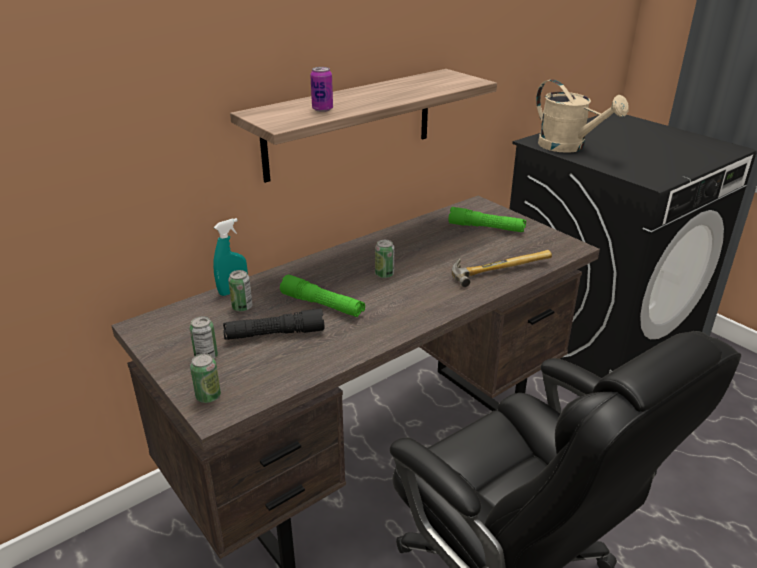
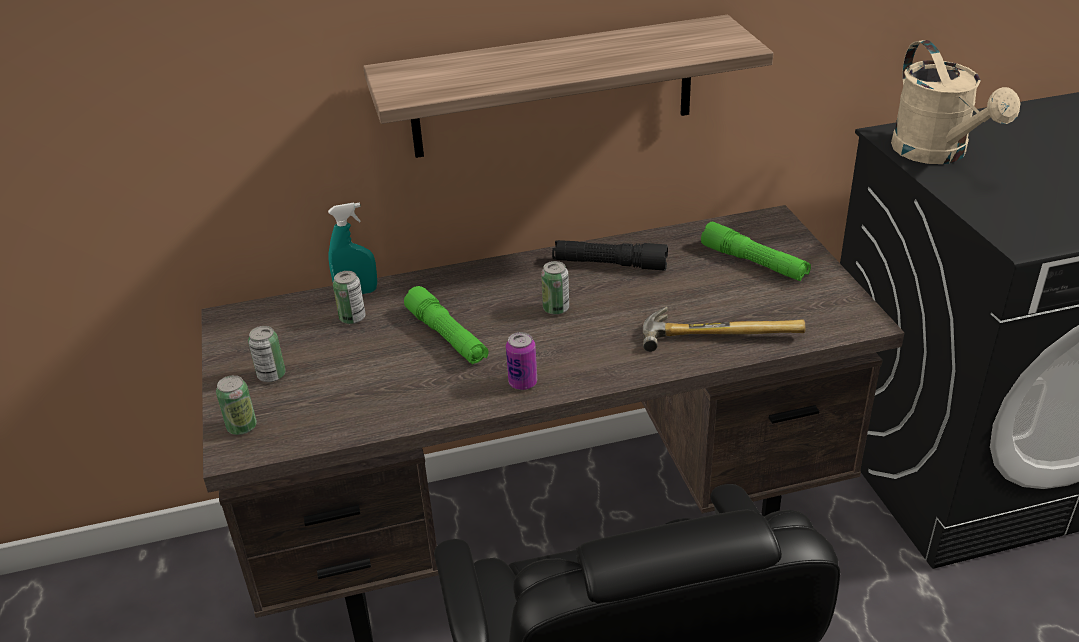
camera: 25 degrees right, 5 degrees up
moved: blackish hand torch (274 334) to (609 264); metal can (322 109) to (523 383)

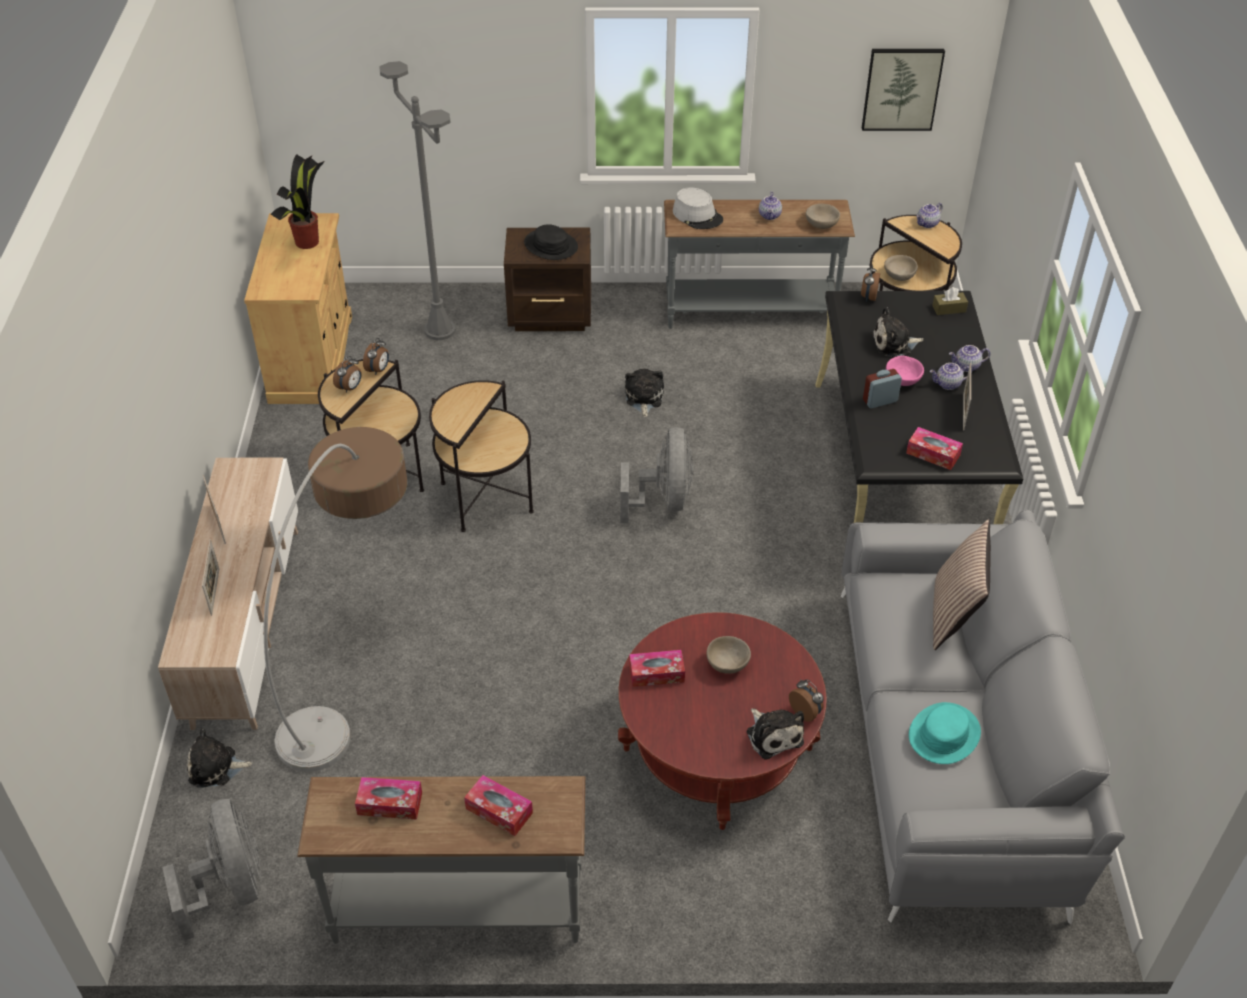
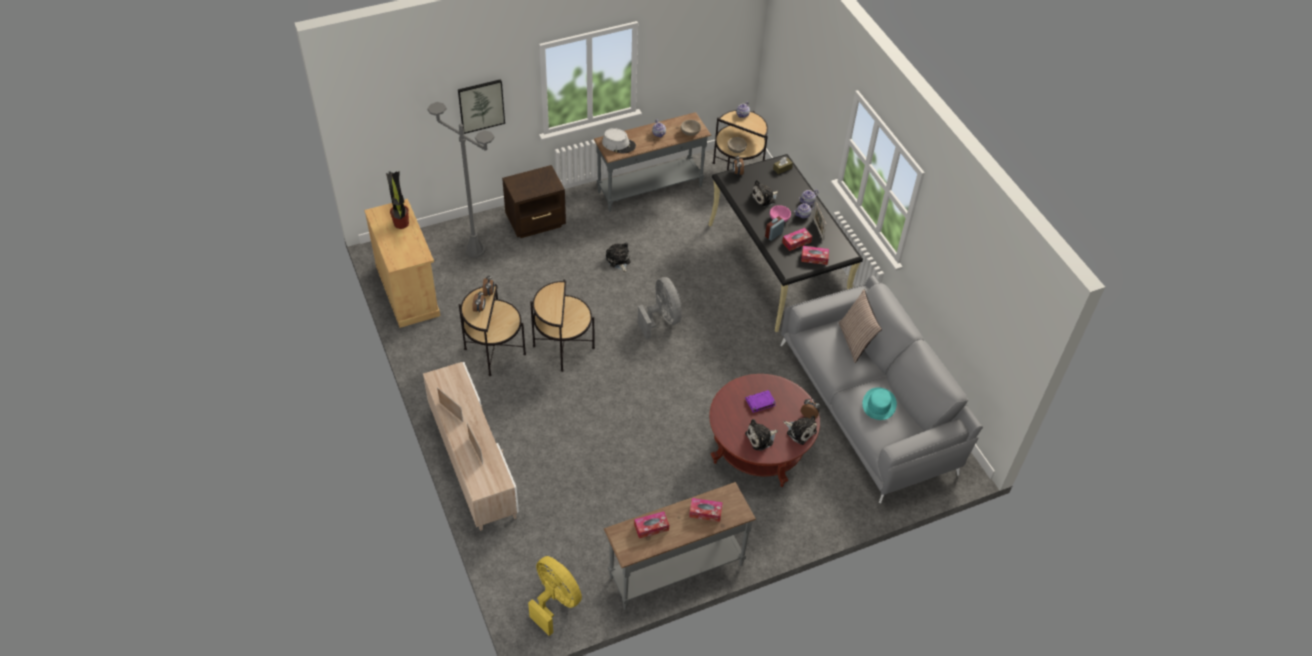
camera: 25 degrees left, 5 degrees up
removed: standard lamp (355 663); blackish wearable hat (550 246)
moved: cuddly toy (216 768) to (761 438); box of tissues (656 673) to (796 242); wall art (901 88) to (481 105)
replaced: beige bowl (727 664) to purple-coloured volume (760 402)
recoloured: grey cooling fan (231 887) to yellowish cooling fan (555 602)

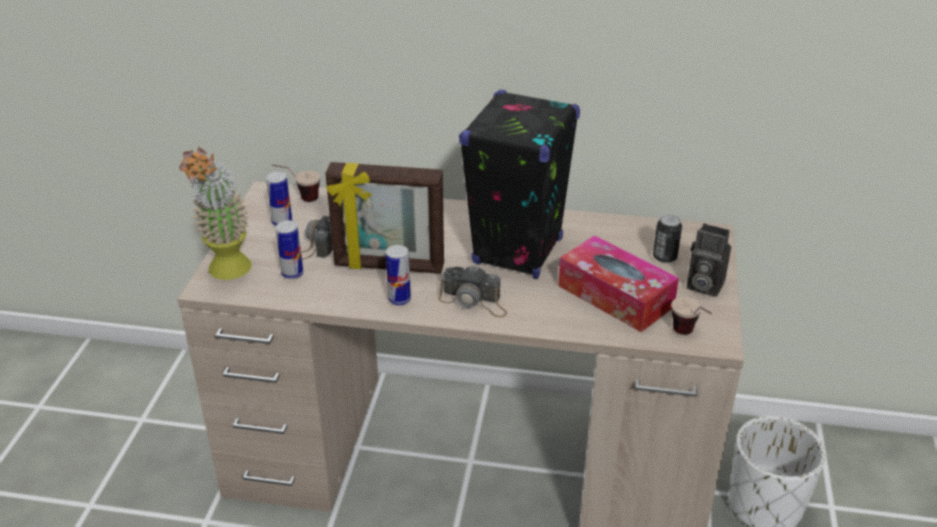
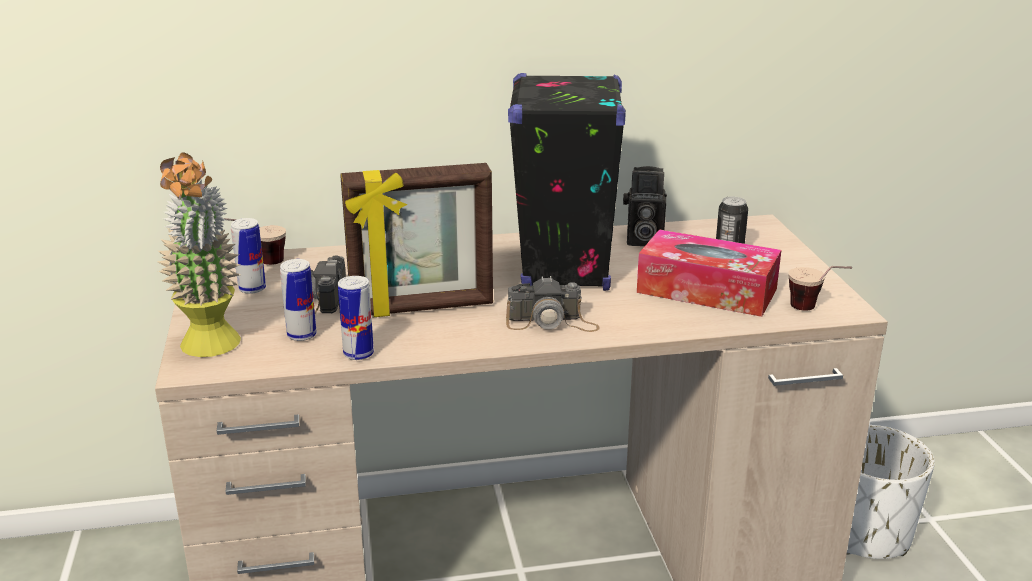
camera: 20 degrees left, 10 degrees down
moved: metal can (399 299) to (358 354); still camera (702 285) to (642 240)

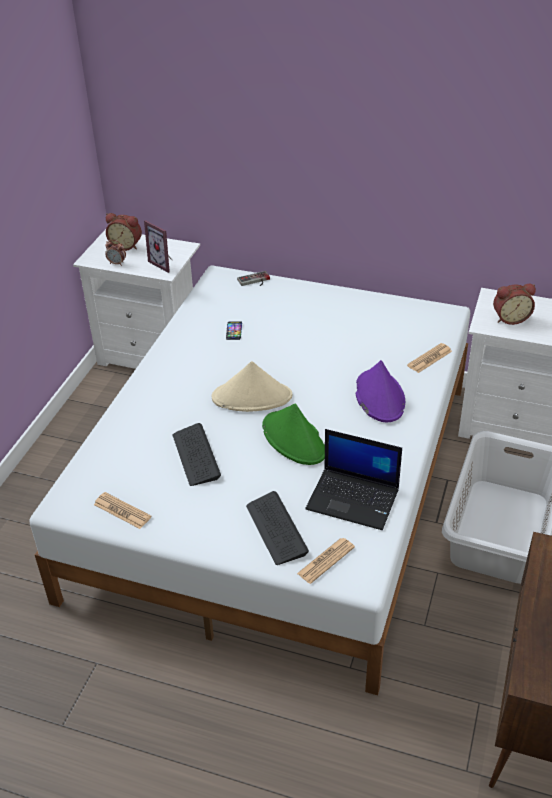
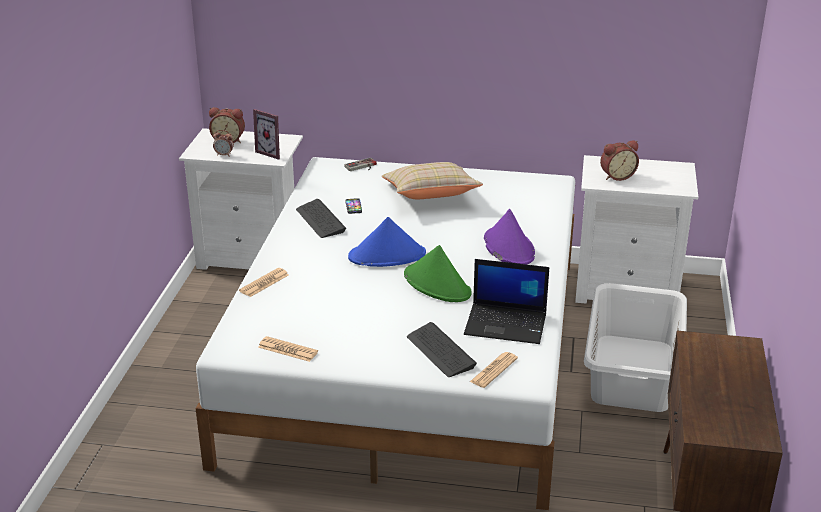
camera: 10 degrees left, 10 degrees down
added: beige throw pillow (431 196)
moved: keyboard (196 456) to (320 220); daily paper (429 358) to (264 283)
recoloured: beige wearable hat (252 397) to blue-coloured wearable hat (387 256)

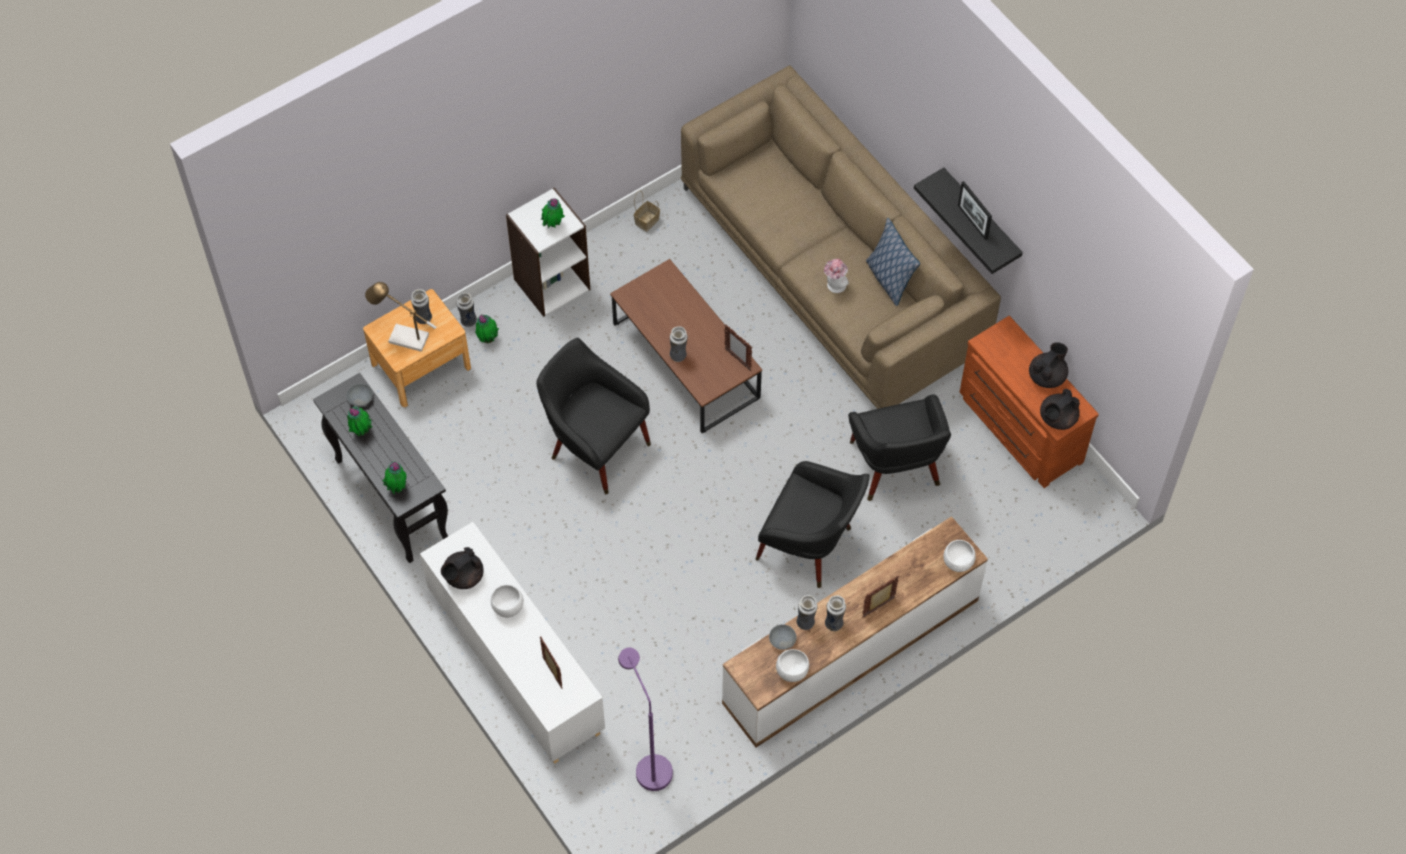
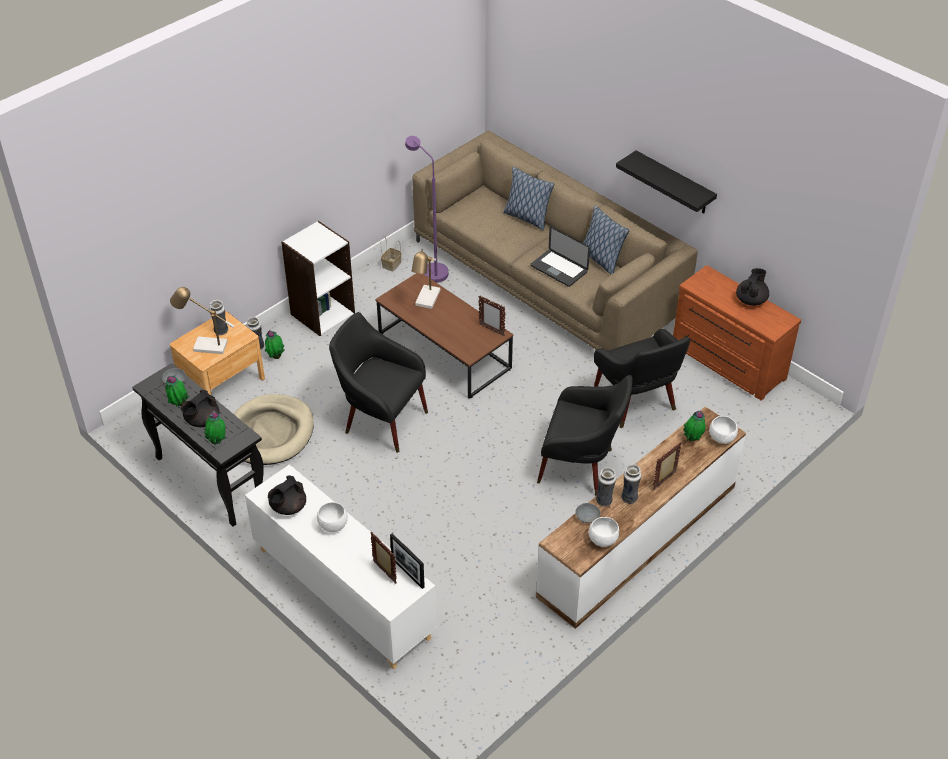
camera: 10 degrees left, 15 degrees down
removed: flower vase (678 355)
added: beige dog bed (270 433); tabletop lamp (427 301); throw pillow (526 217)
moved: houseplant (553 225) to (692 440); purple-coloured standard lamp (648 765) to (430 270); standing frame (972 222) to (408 573); blackish teapot (1057 418) to (202 421)
replaced: wearable hat (834 286) to notebook computer (559 269)

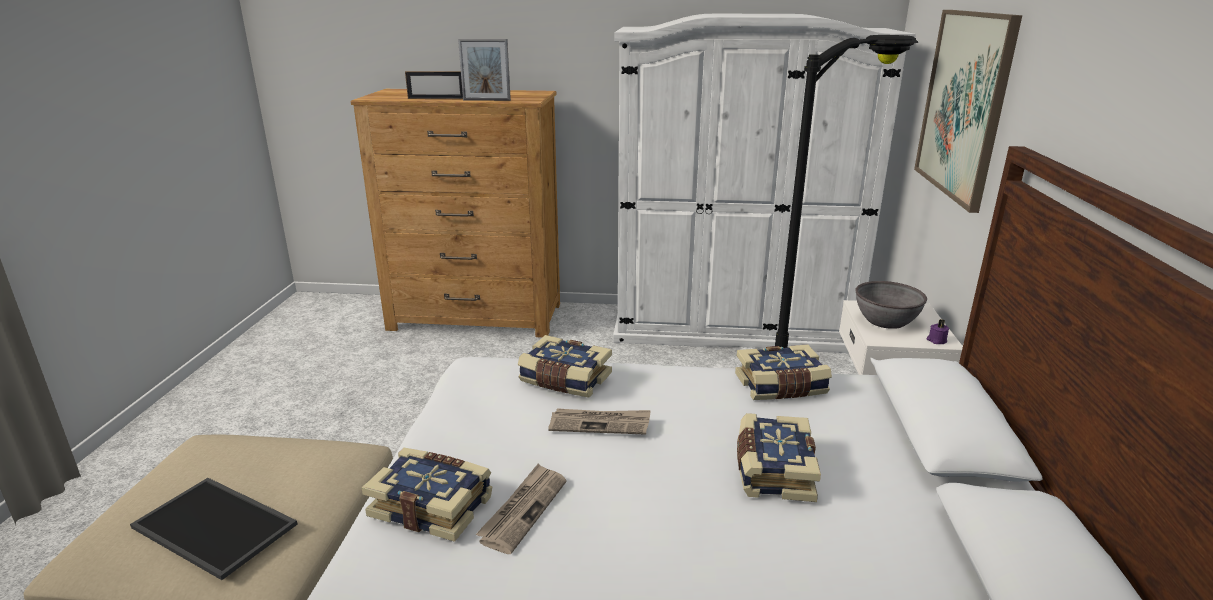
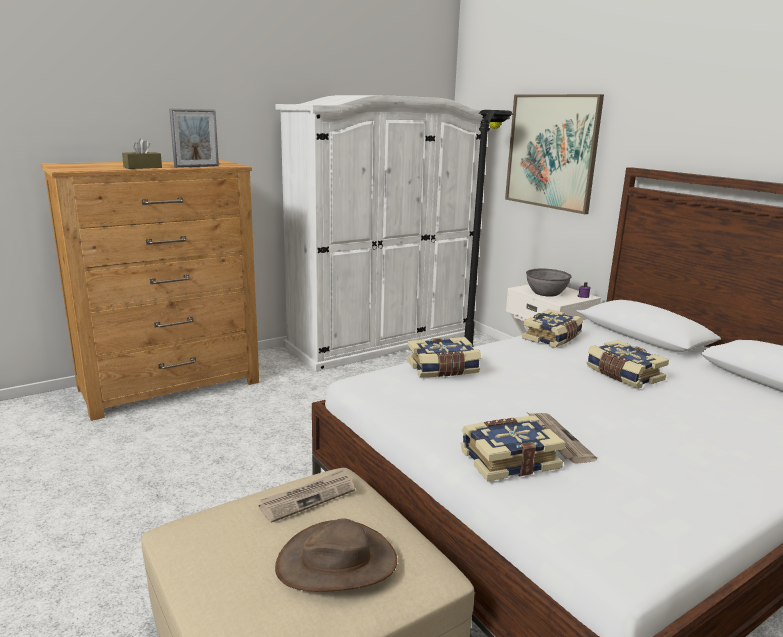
camera: 40 degrees left, 5 degrees down
moved: daily paper (600 423) to (308 498)
replaced: carrying tray (218 525) to brown wearable hat (337 562); standing frame (436 99) to brown box of tissues (142 167)

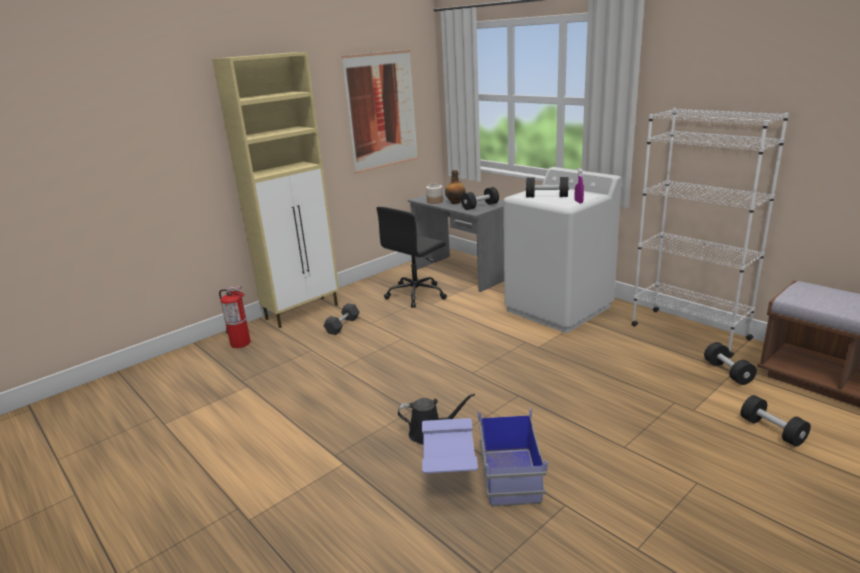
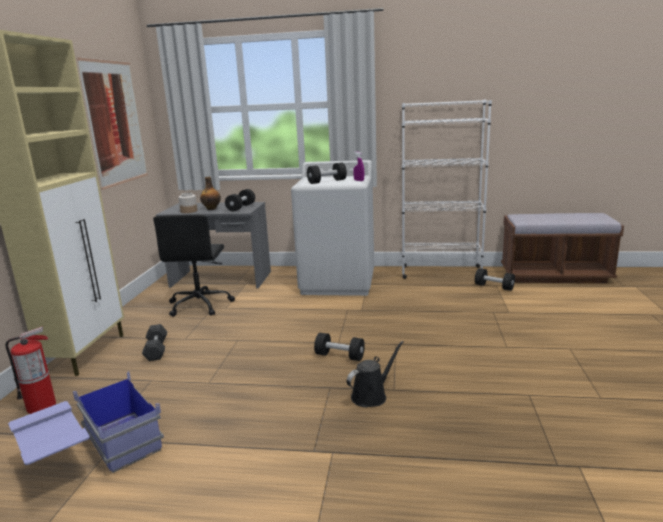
camera: 40 degrees left, 5 degrees down
moved: blue-coloured storage container (481 479) to (93 456); blackish free weight (772 431) to (339 356)

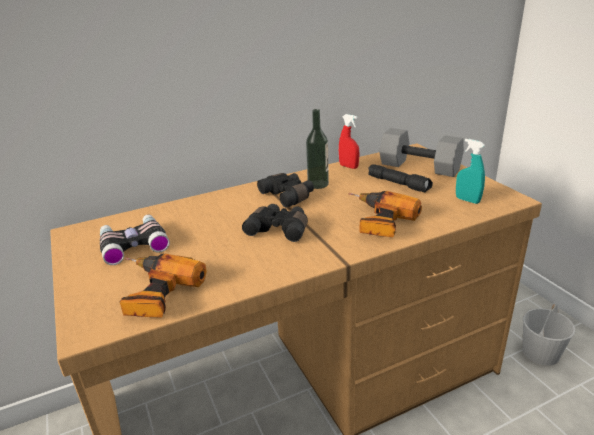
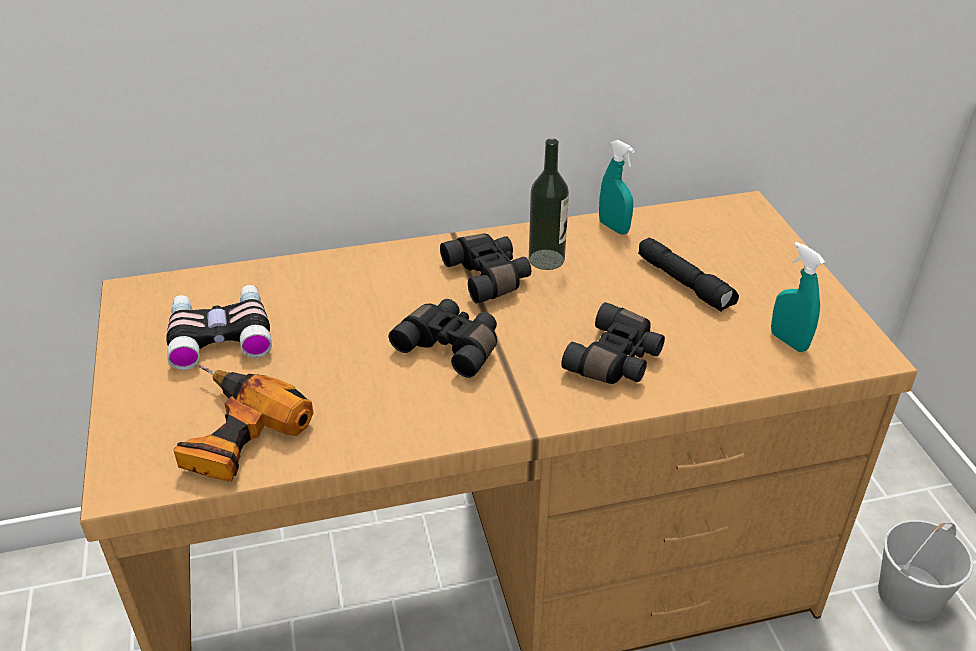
camera: 10 degrees right, 10 degrees up
removed: grey free weight (420 167)
replaced: electric drill (378 222) to blackish binoculars (616 360)
recoloured: reddish sprayer (348 166) to turquoise-coloured sprayer (613 227)

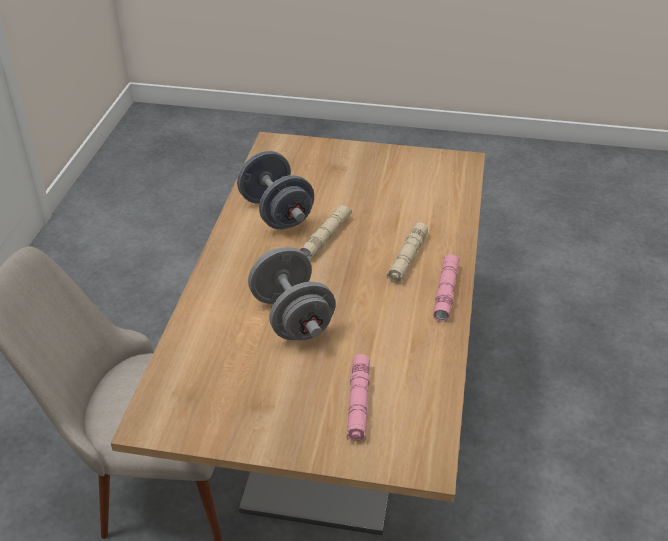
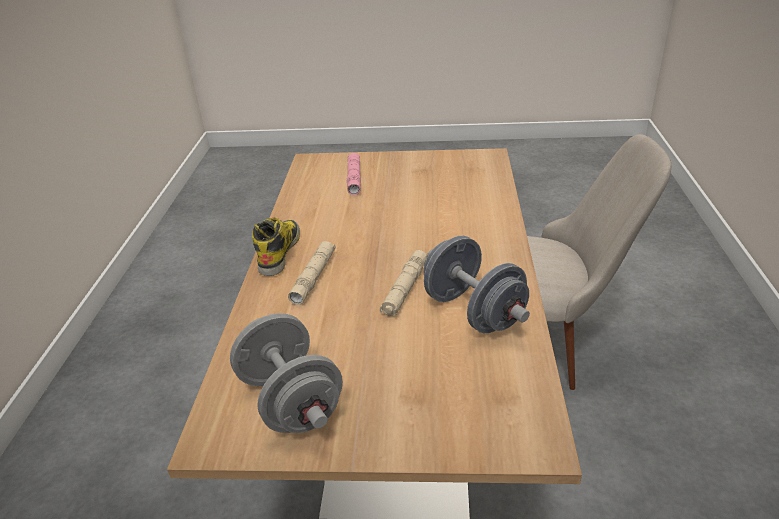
camera: 175 degrees right, 5 degrees down
moved: grey free weight (292 317) to (291 400)
replaced: pink hand torch (445 292) to boot (279 251)

